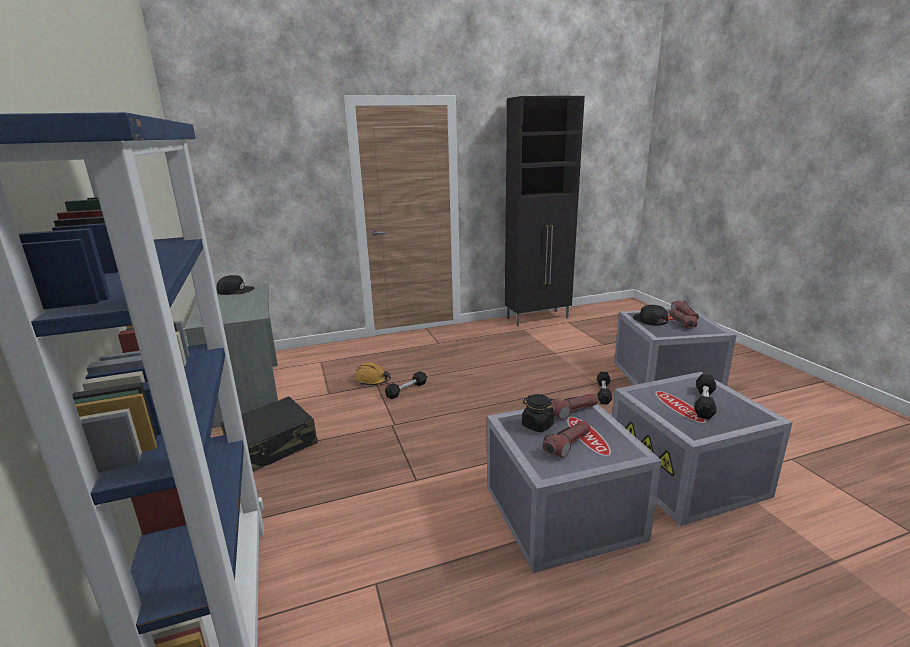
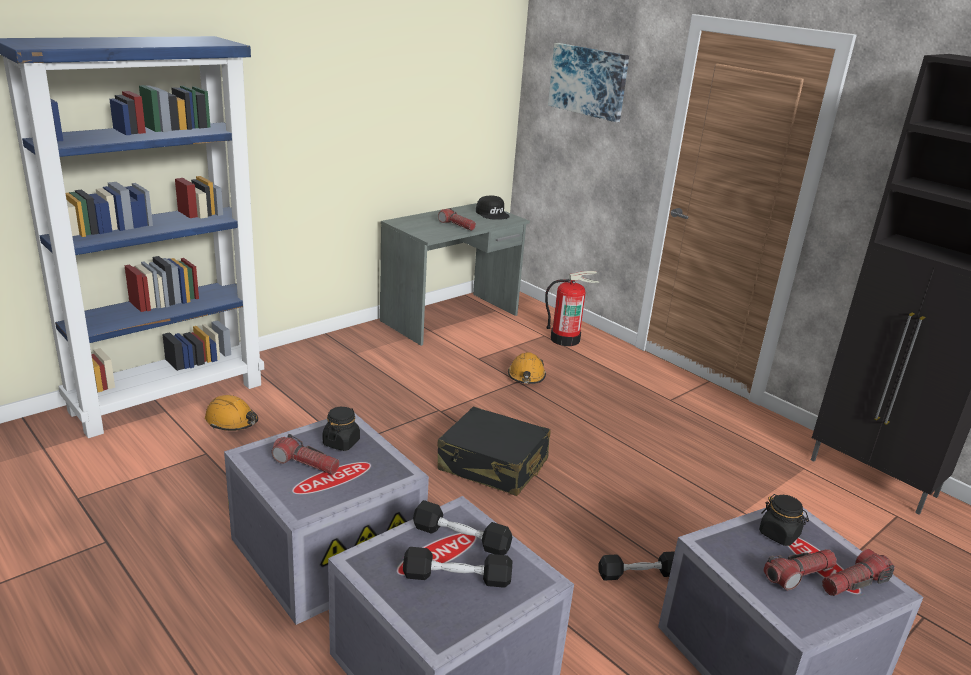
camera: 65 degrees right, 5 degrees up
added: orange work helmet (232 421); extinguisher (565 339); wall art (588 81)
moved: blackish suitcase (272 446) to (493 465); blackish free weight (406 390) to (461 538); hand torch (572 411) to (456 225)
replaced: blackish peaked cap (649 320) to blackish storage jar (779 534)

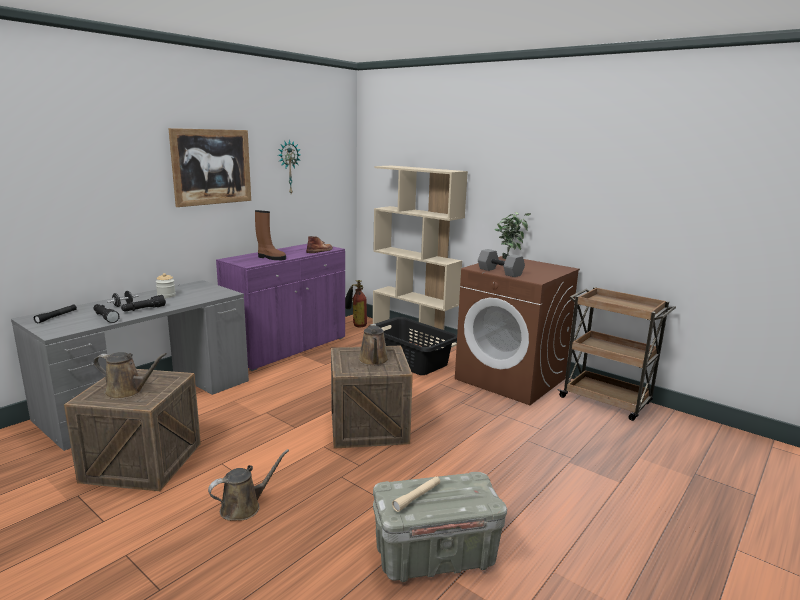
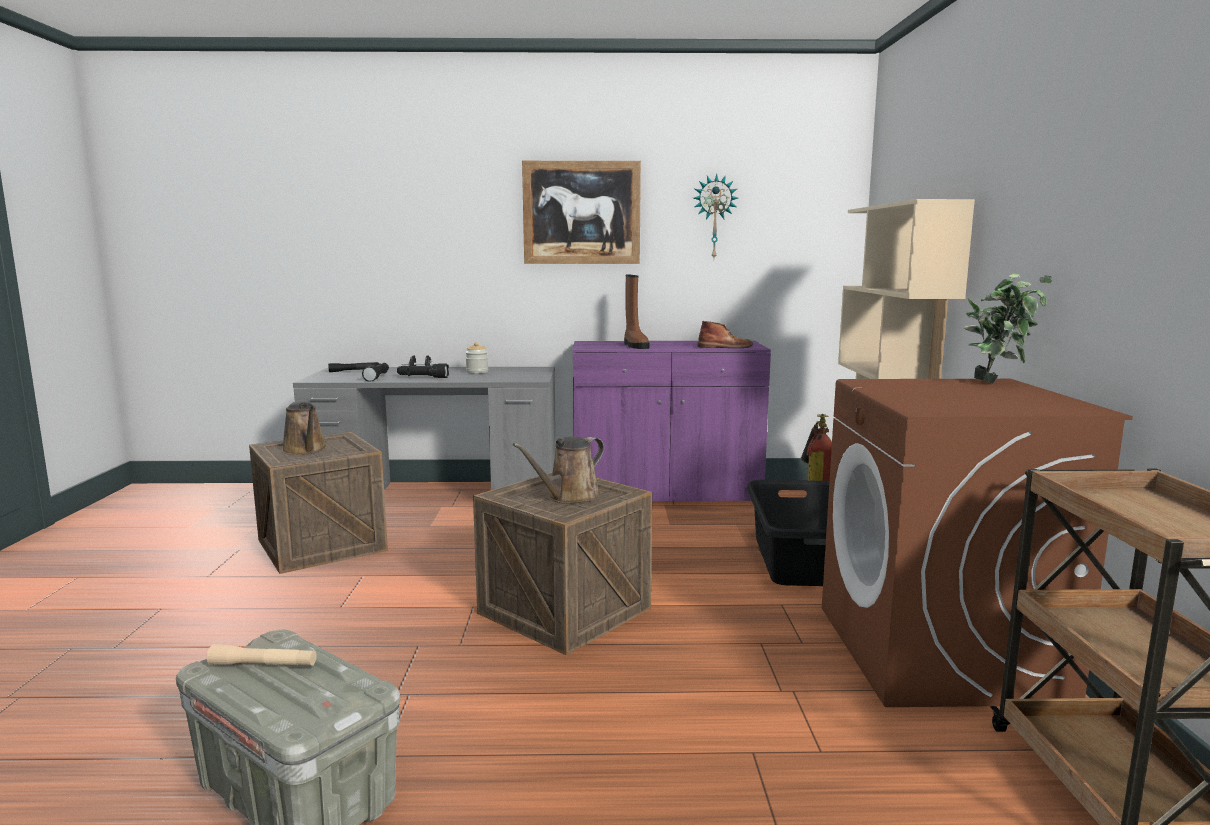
camera: 50 degrees right, 5 degrees down
removed: brown sprinkling can (244 507); grey free weight (499 272)

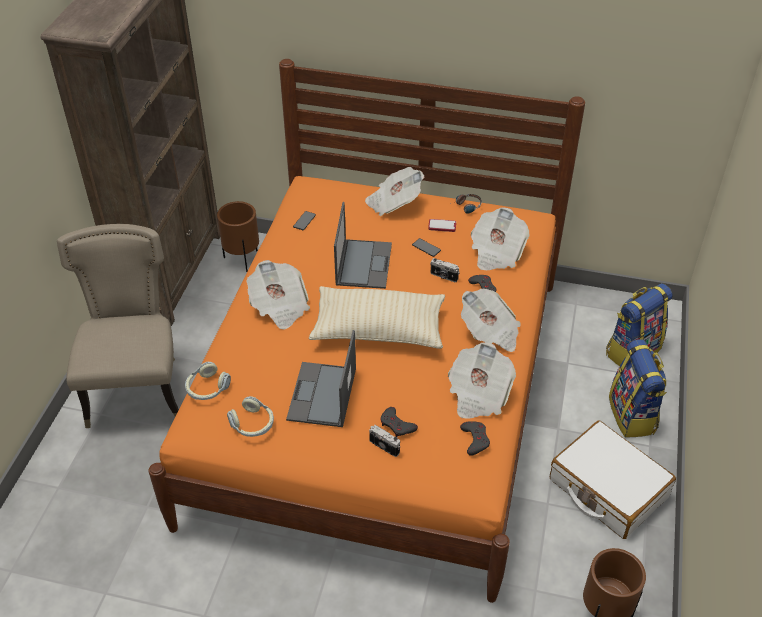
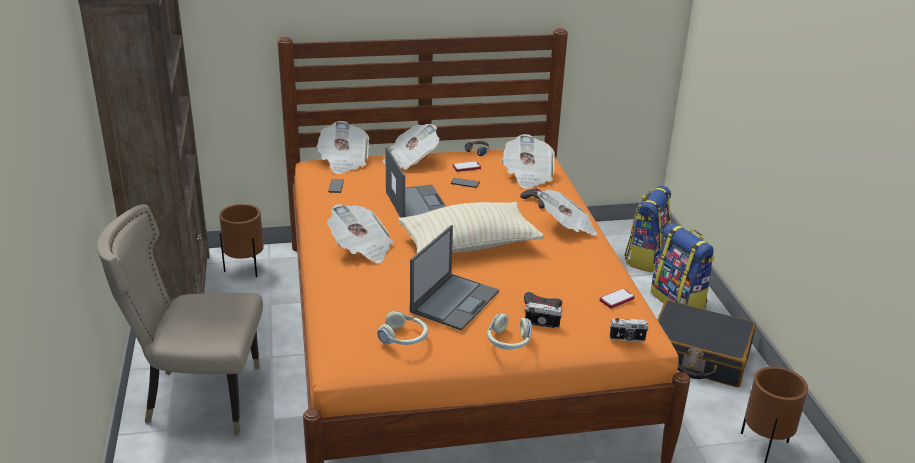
camera: 25 degrees left, 15 degrees down
moved: pair of headphones (207 388) to (508 341); still camera (443 277) to (627 339); daily paper (478 394) to (343 161)
replaced: grey game controller (475 439) to handset (616 299)
recoloured: white suitcase (607 488) to blackish suitcase (698 356)
turned: beige upright chair (138 389) = (199 397) 60 degrees counterclockwise; notebook computer (322 395) = (455 301) 135 degrees counterclockwise

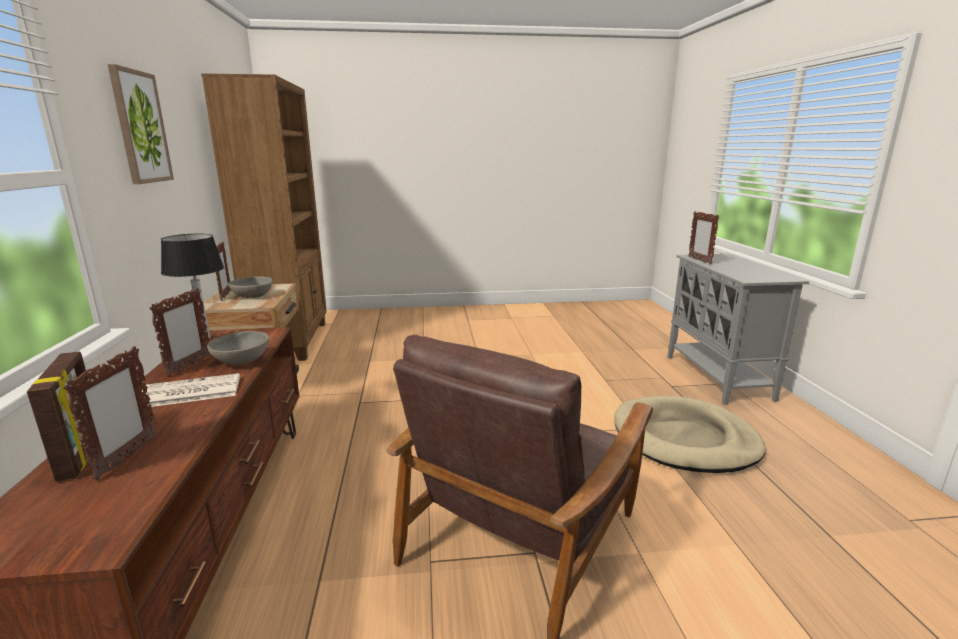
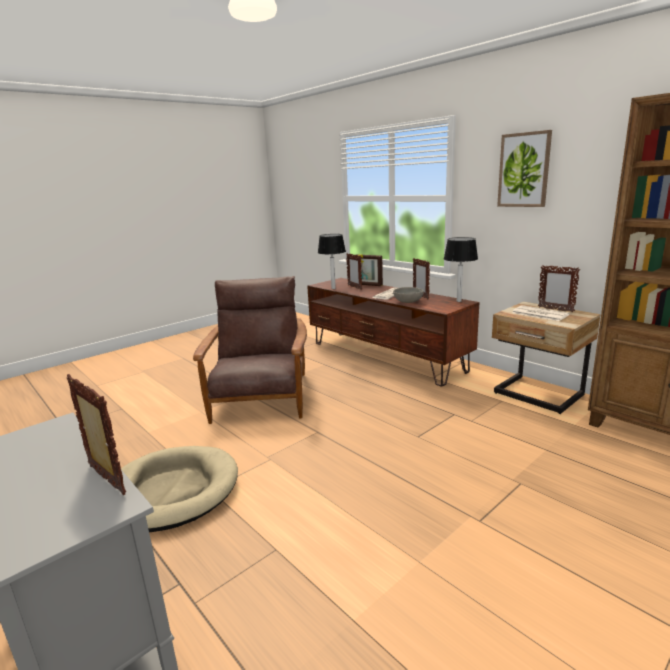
camera: 145 degrees right, 0 degrees up
added: tabletop lamp (333 288)
replaced: grey bowl (253 296) to daily paper (539 314)

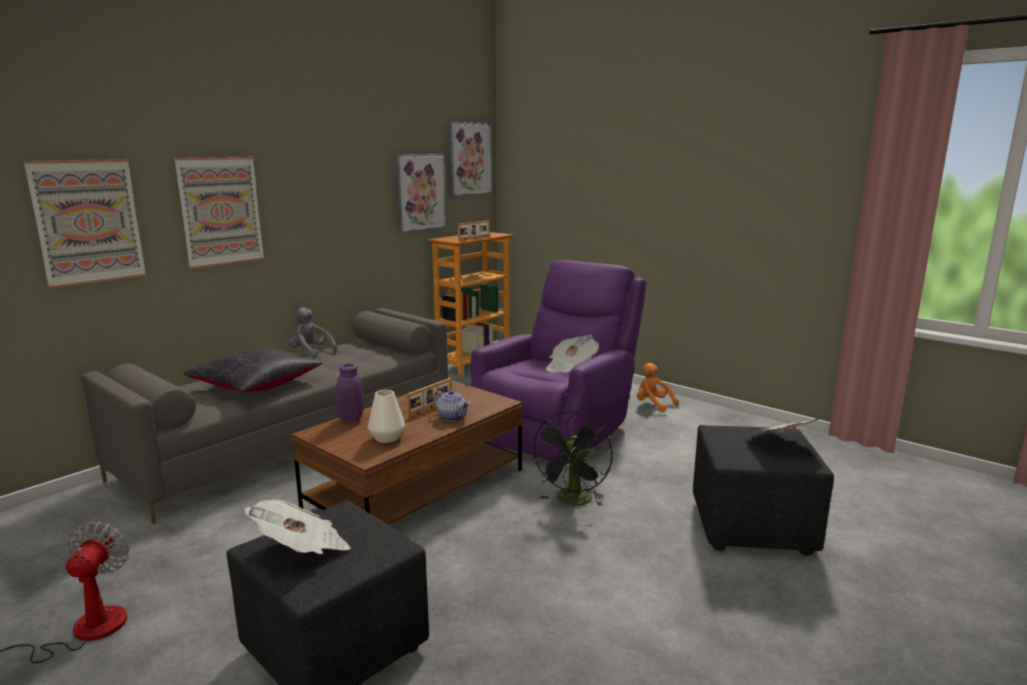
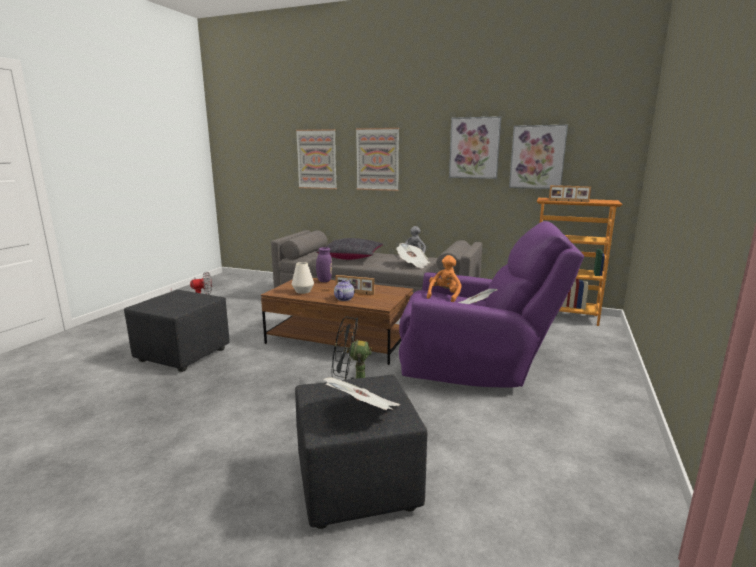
camera: 70 degrees right, 0 degrees up
moved: daily paper (302 549) to (413 264); wall art (469 159) to (474 148); orange cuddly toy (653 405) to (444 296)

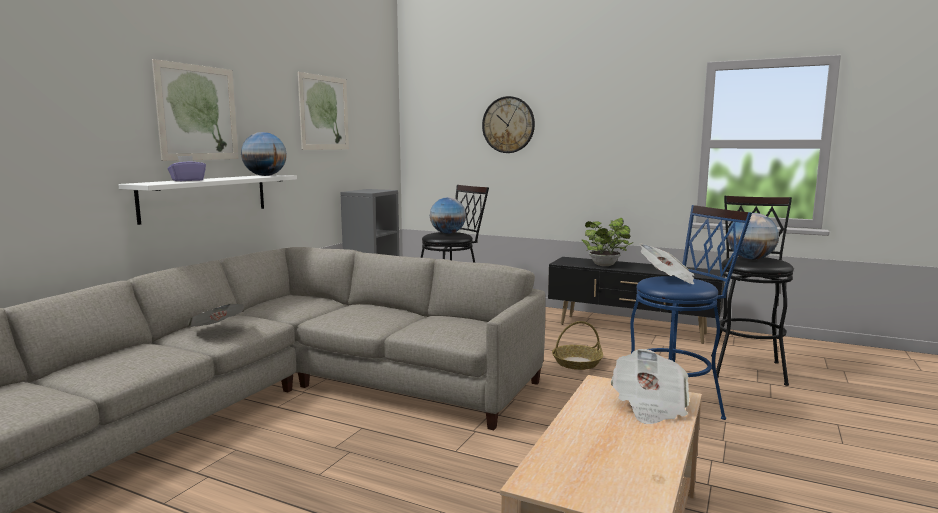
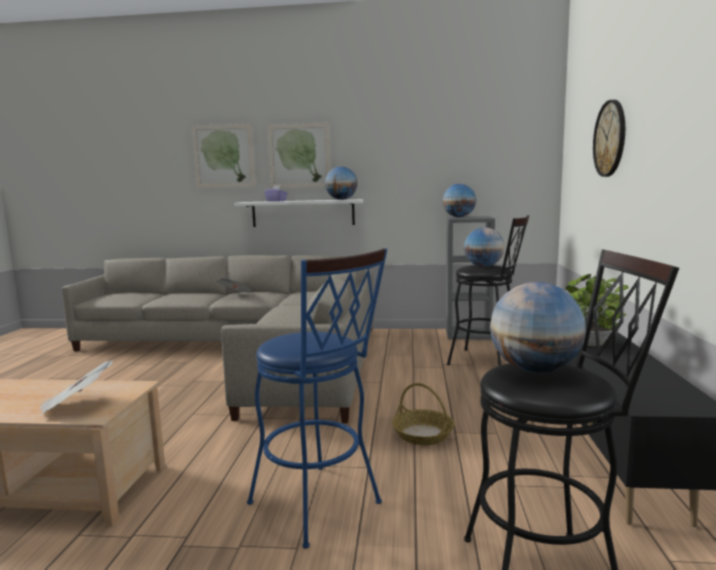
camera: 70 degrees right, 0 degrees up
removed: daily paper (667 279)
added: world globe (458 217)
moved: wall art (324 113) to (224 156)

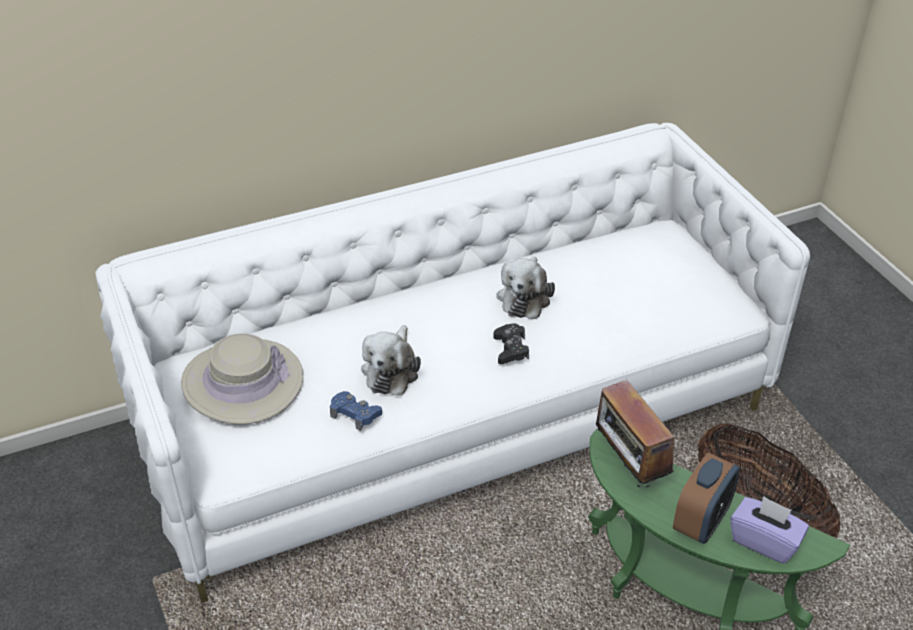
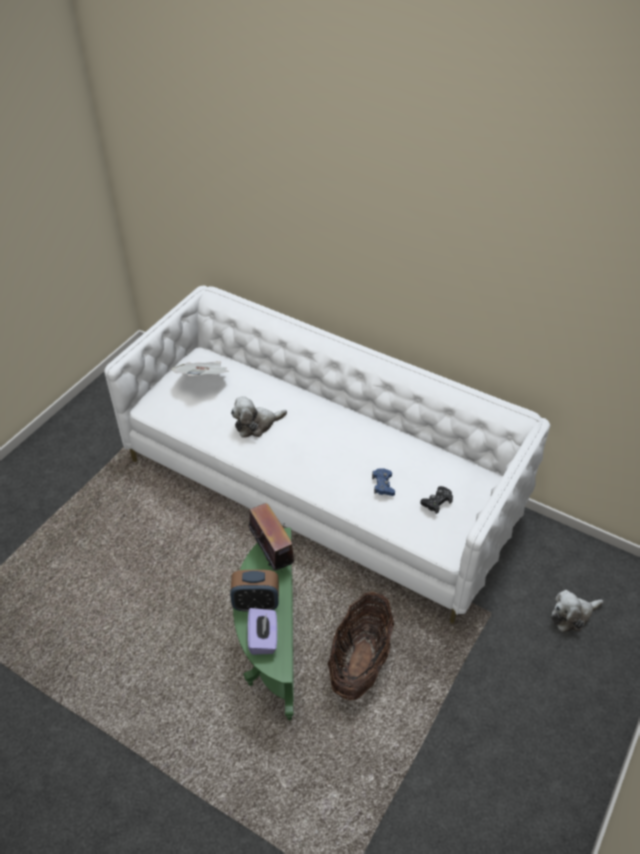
camera: 55 degrees right, 5 degrees up
moved: blue-coloured game controller (355 414) to (383 485); blackish game controller (510 349) to (436 502); cuddly toy (524 297) to (572 615)
replaced: beige wearable hat (243 382) to daily paper (203 379)
turned: radio set (628 467) = (272 554) 120 degrees clockwise

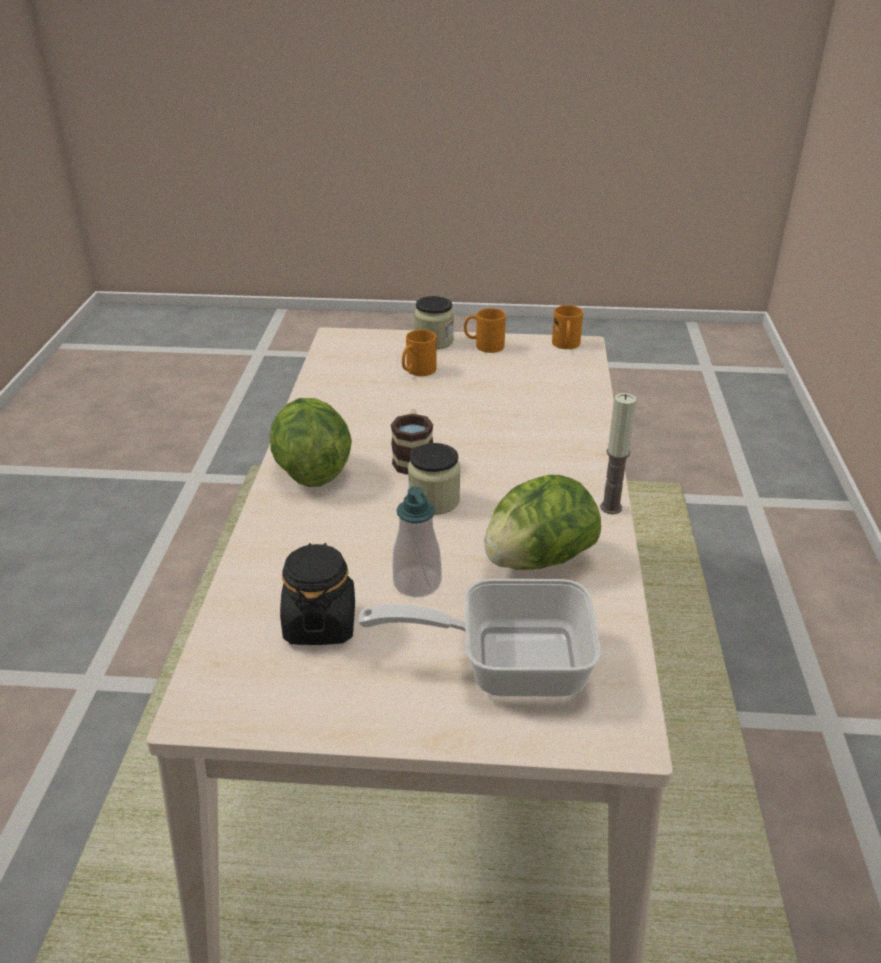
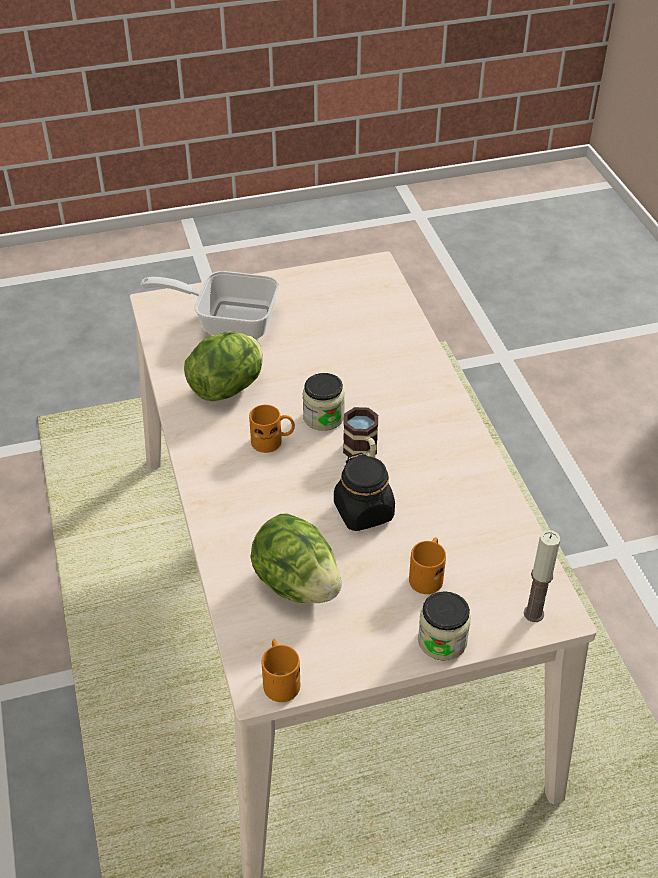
camera: 160 degrees right, 10 degrees up
removed: soap bottle (417 583)
moved: lettuce (310 471) to (296 584); blackish storage jar (320 624) to (364 512); orange coffee mug (483 345) to (273 441); wax light (611 507) to (533 613)
turned: pan (506 663) = (227 321) 150 degrees counterclockwise

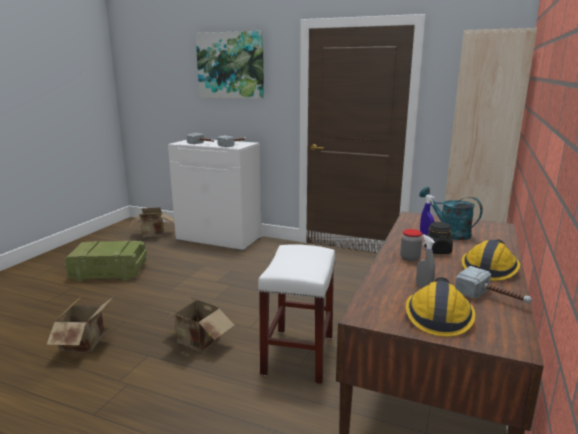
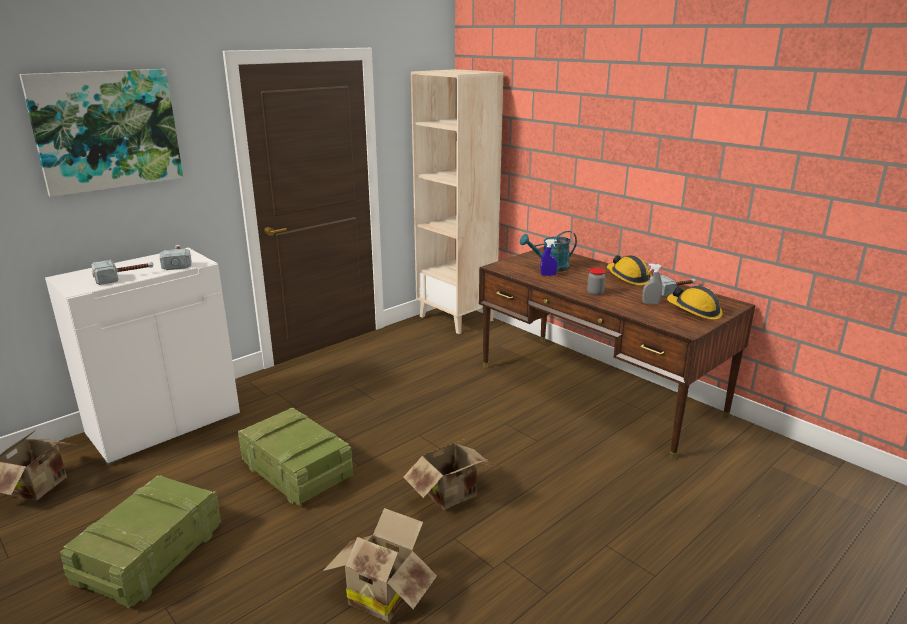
camera: 65 degrees left, 5 degrees up
removed: white stool (298 354); blackish storage jar (437 251)
added: shipping crate (295 471)

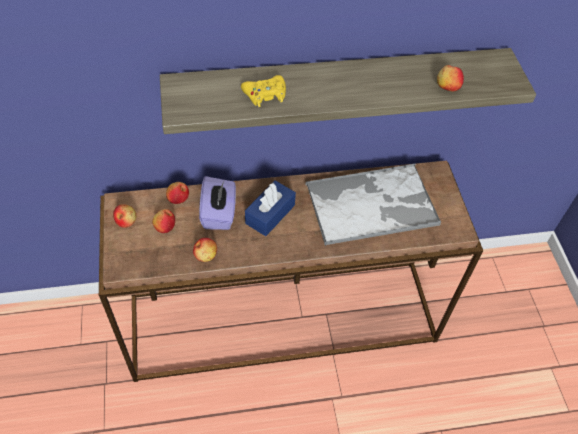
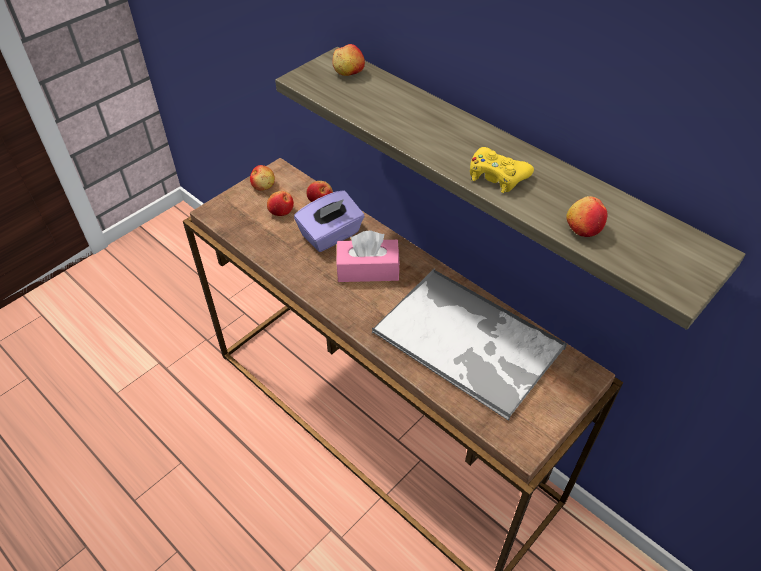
camera: 55 degrees right, 5 degrees down
moved: apple fruit (206 255) to (348 73); yellowish game controller (265 95) to (497 176)
recoloured: blue-coloured box of tissues (270 214) to pink box of tissues (368 269)

